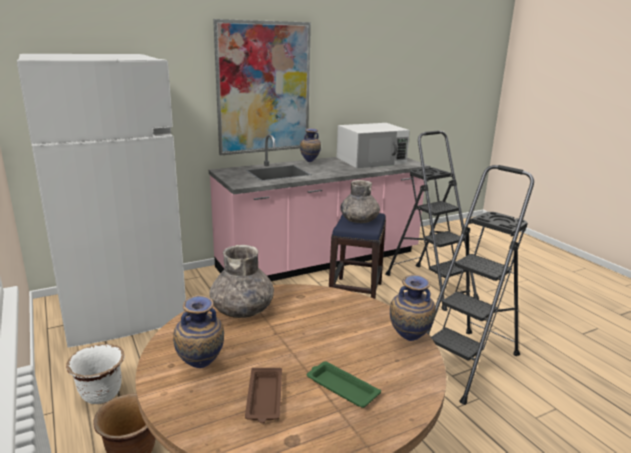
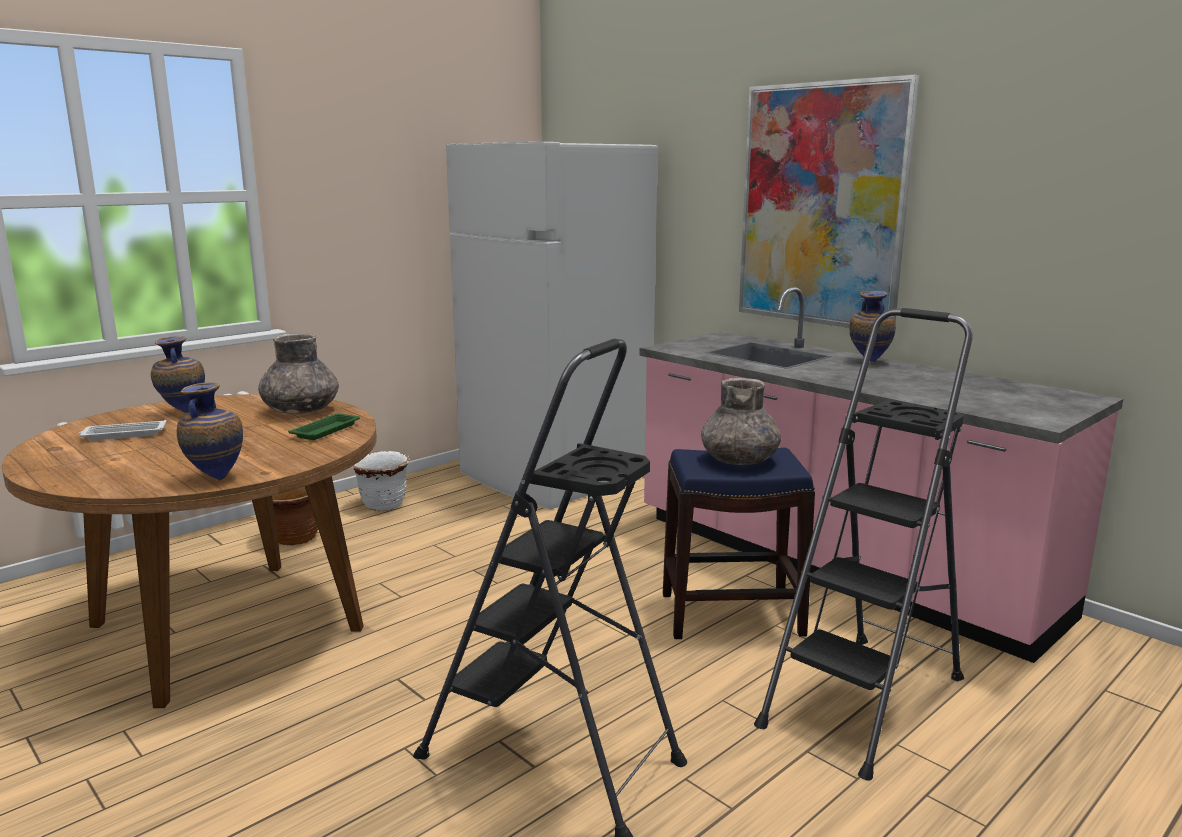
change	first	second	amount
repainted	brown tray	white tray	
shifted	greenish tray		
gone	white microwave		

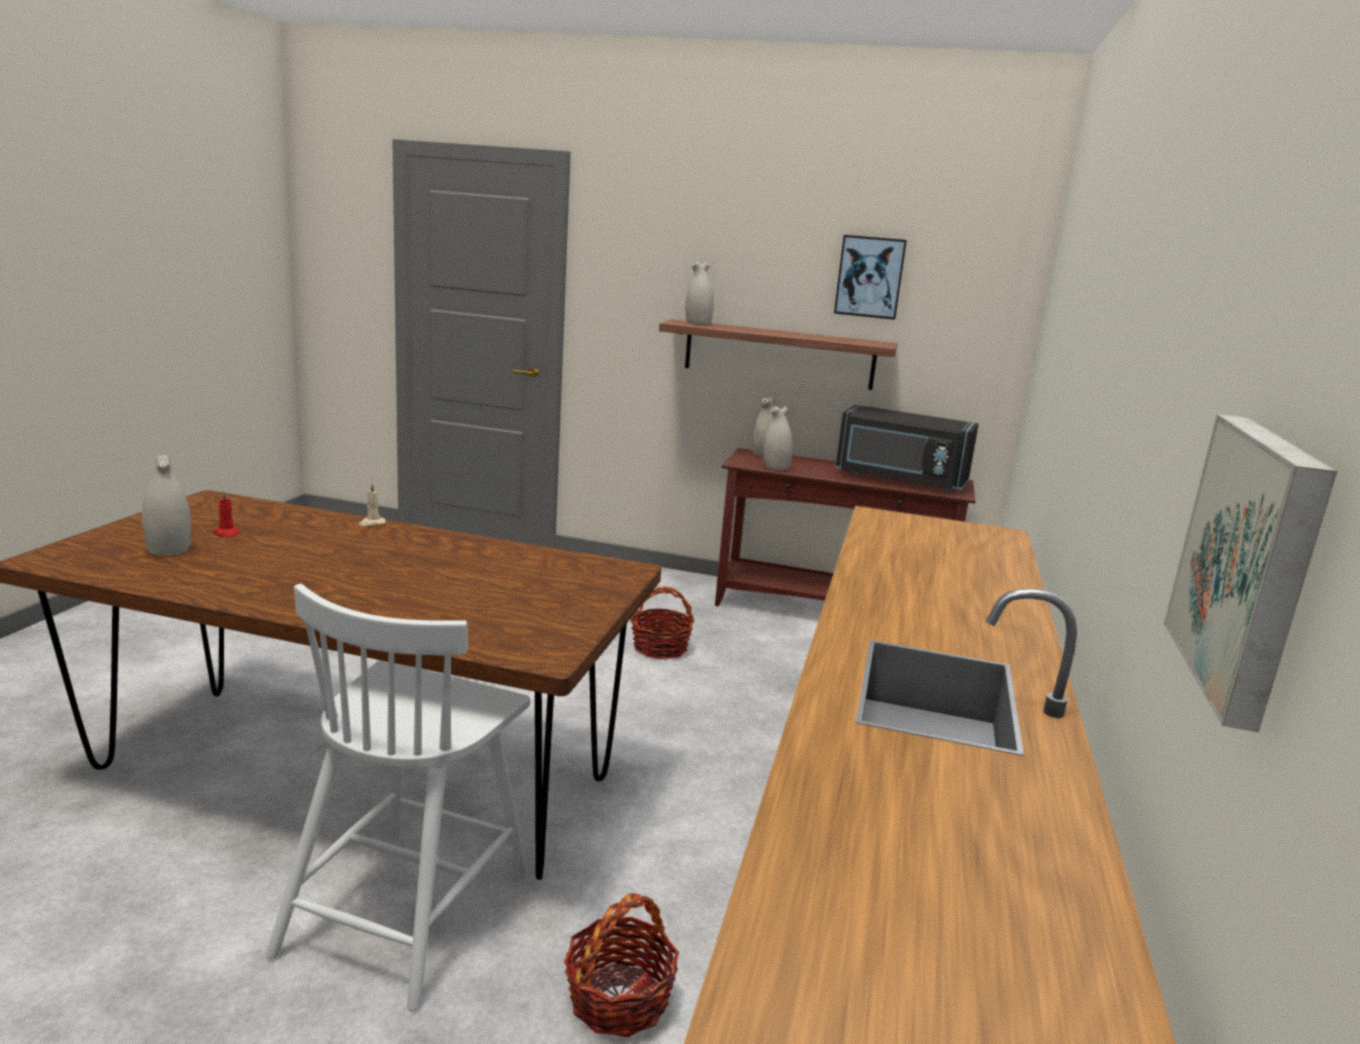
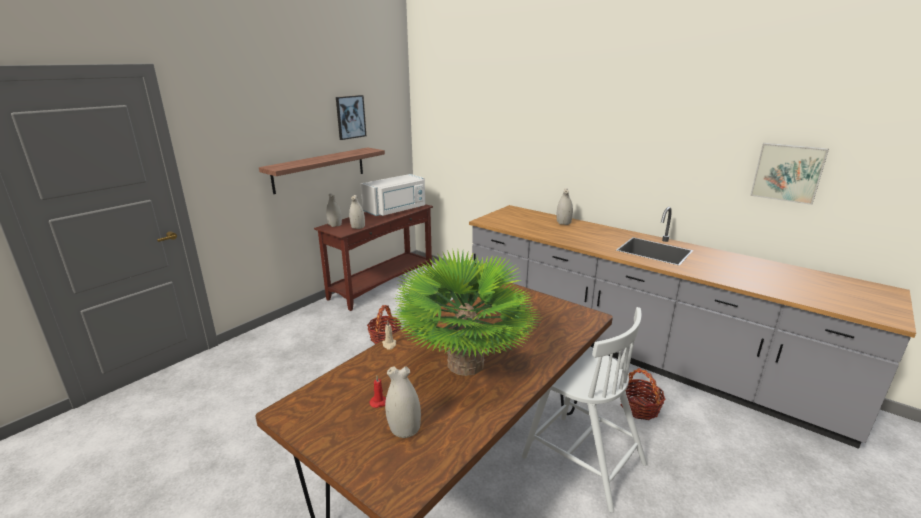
change	first	second	amount
shifted	white decorative vase (no. 2 from left in the first image)	white decorative vase (no. 4 from left)	
repainted	blackish microwave	white microwave	
new		plant in a pot	

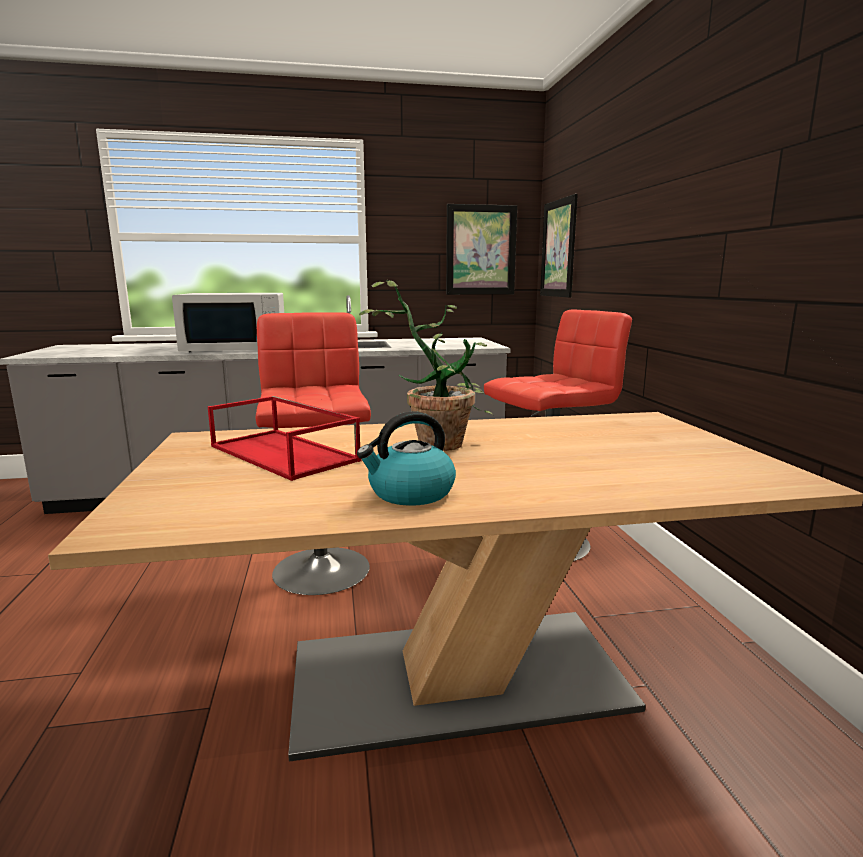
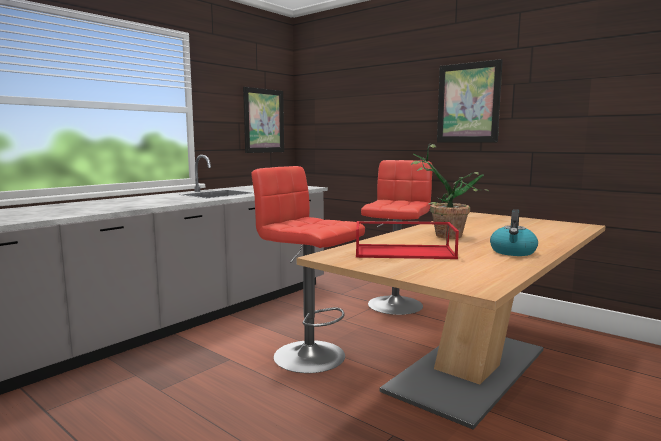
change	first	second	amount
gone	white microwave		
shifted	wall picture (no. 2 from left)		

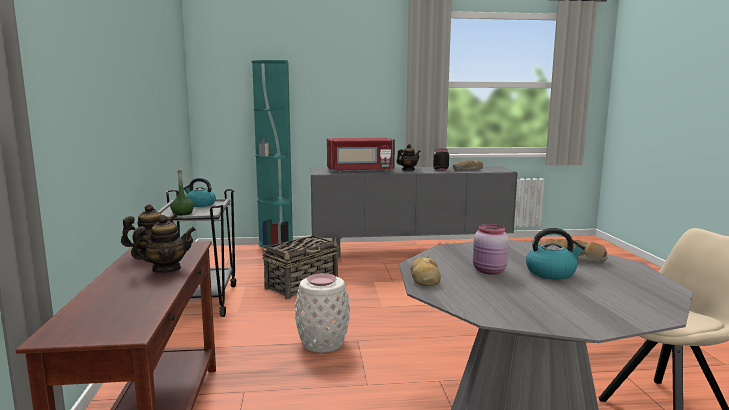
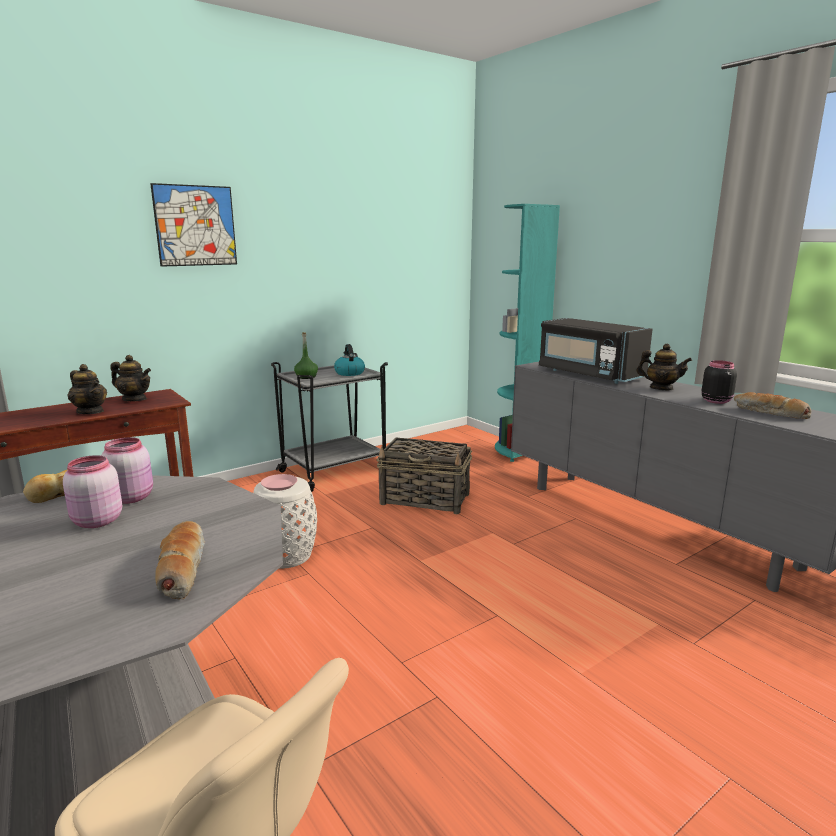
change	first	second	amount
repainted	red microwave	blackish microwave	
gone	kettle (no. 2 from left)		
new		pink-coloured jar (no. 2 from left)	
new		wall picture	

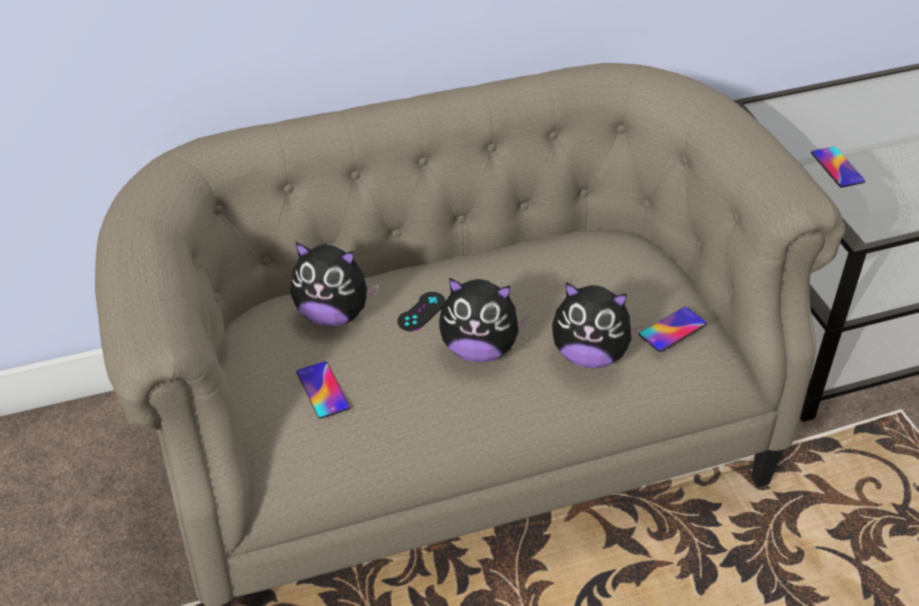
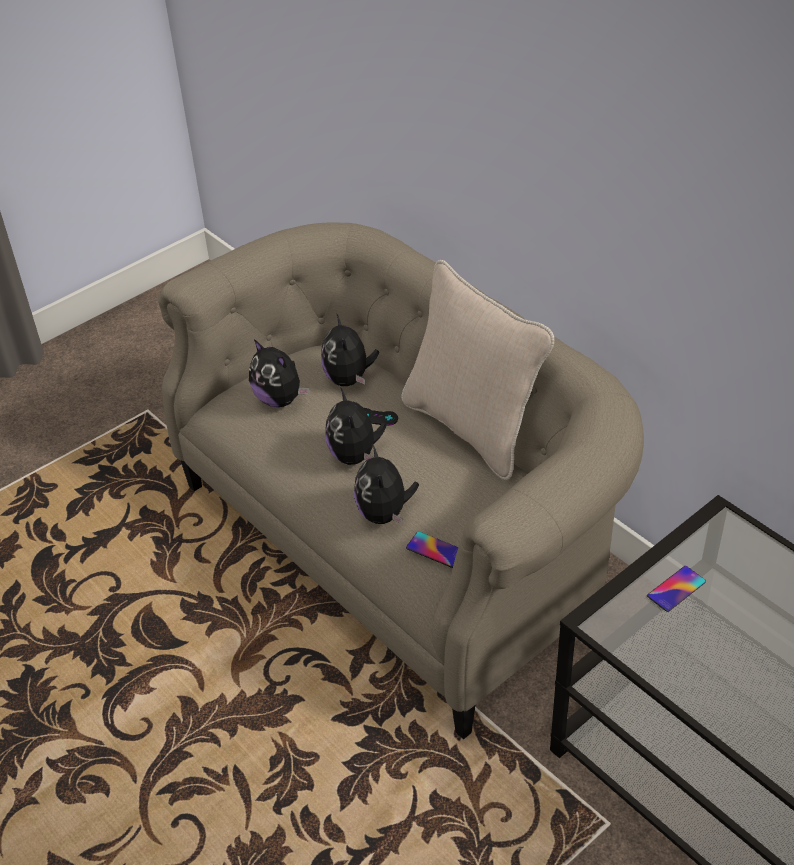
change	first	second	amount
swapped	telephone (no. 1 from left)	plush toy (no. 1 from left)	
new		beige throw pillow	

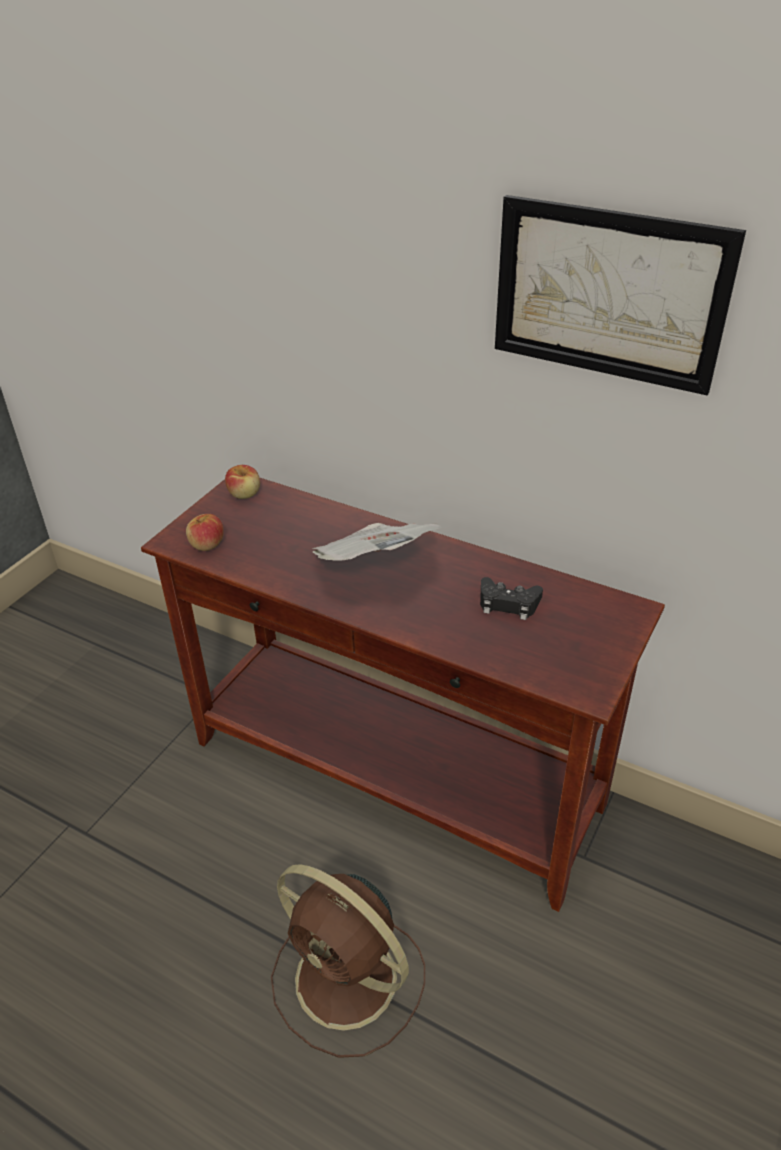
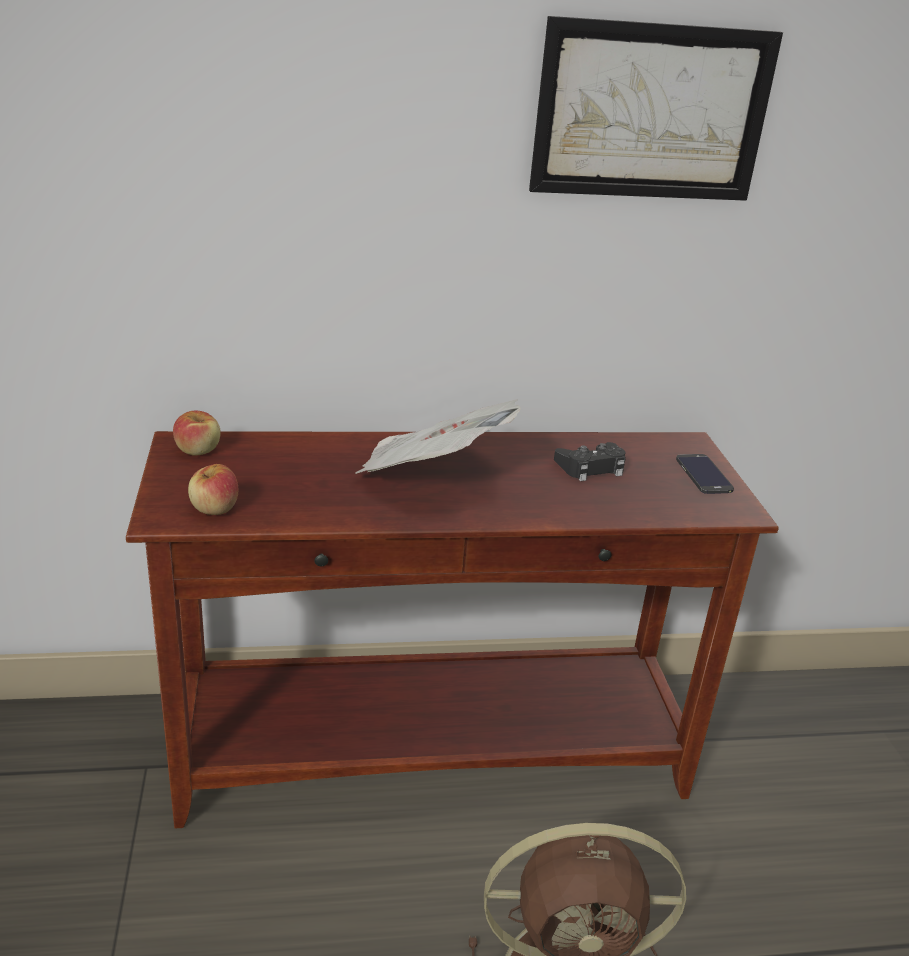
change	first	second	amount
new		telephone	

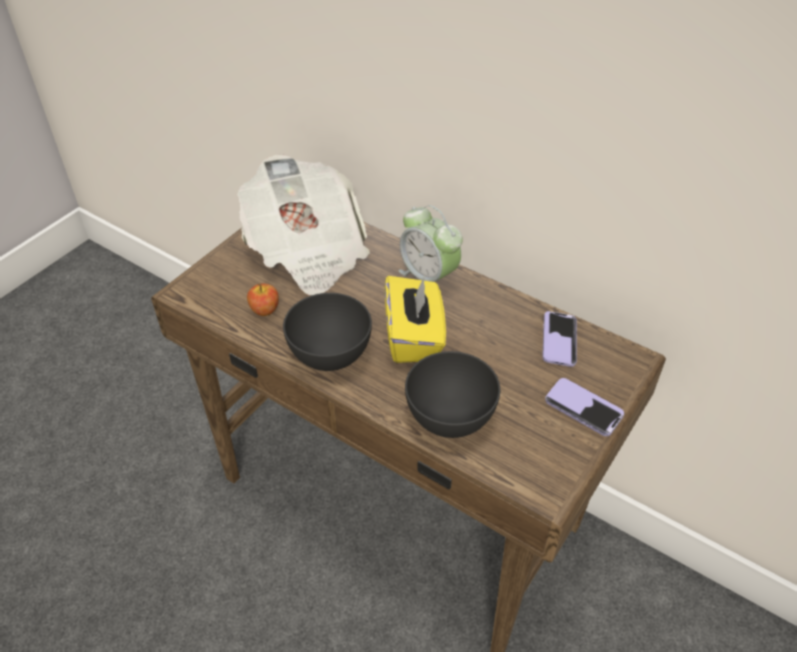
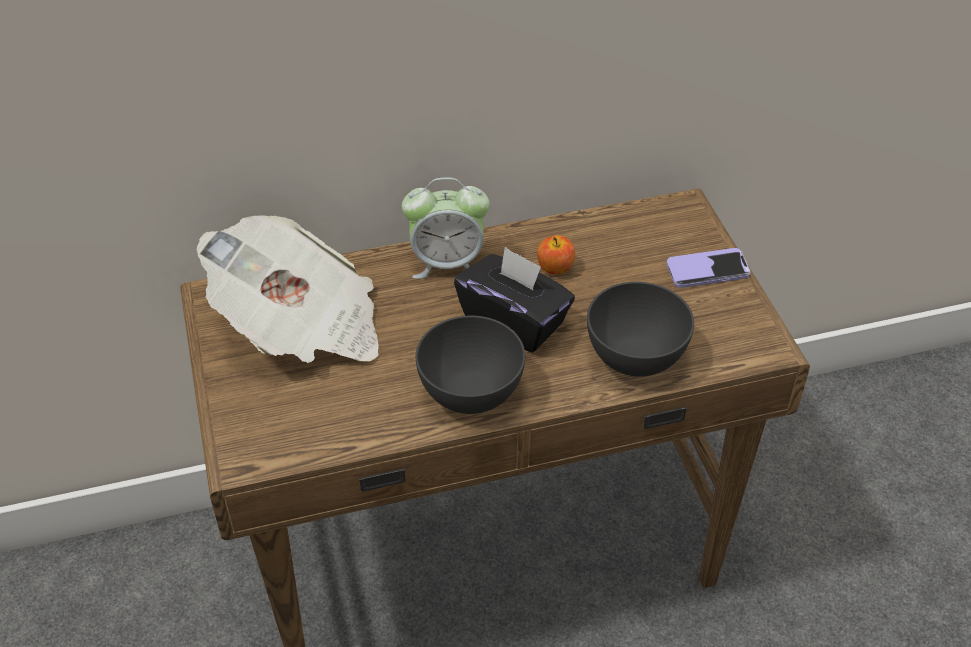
change	first	second	amount
shifted	apple fruit		
repainted	yellow-coloured tissue box	blackish tissue box	
gone	telephone (no. 1 from left)		

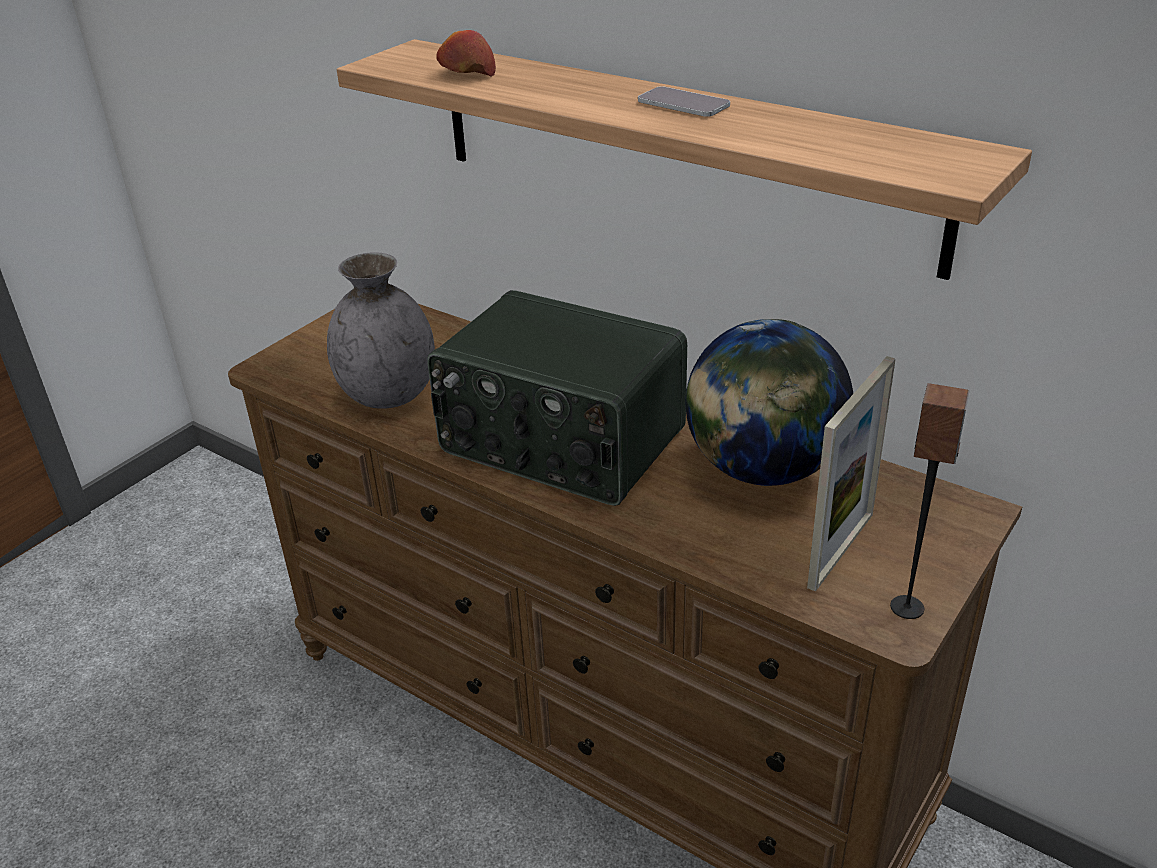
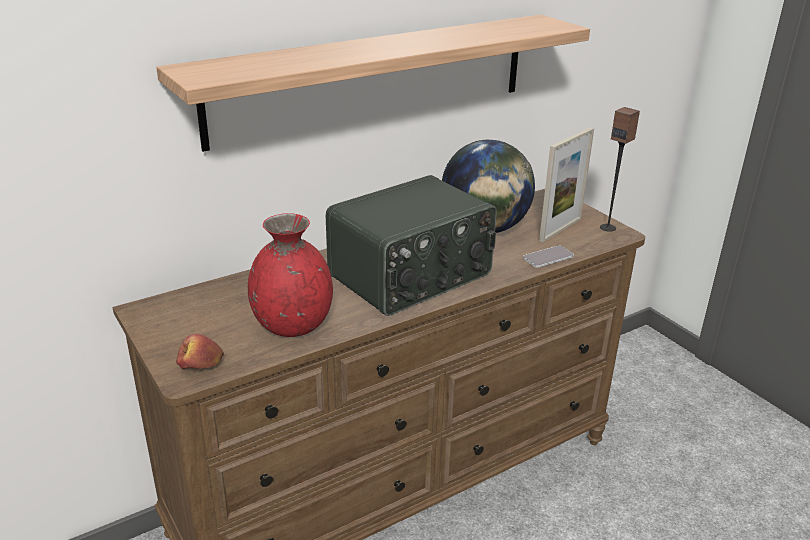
change	first	second	amount
repainted	grey decorative vase	red decorative vase	
shifted	apple fruit		
shifted	telephone		
rotated	picture frame		75 degrees clockwise

